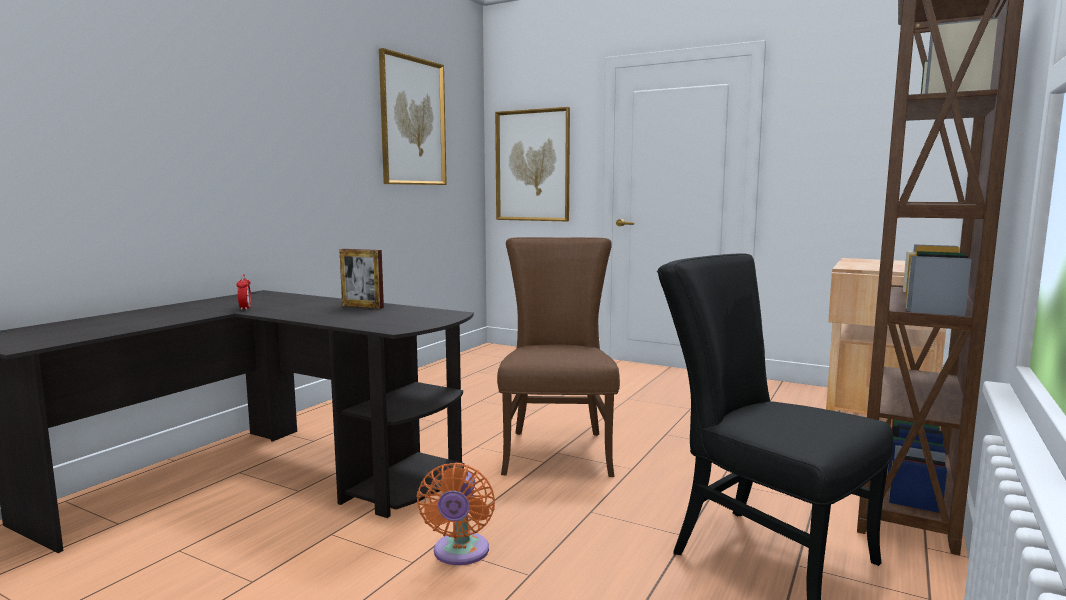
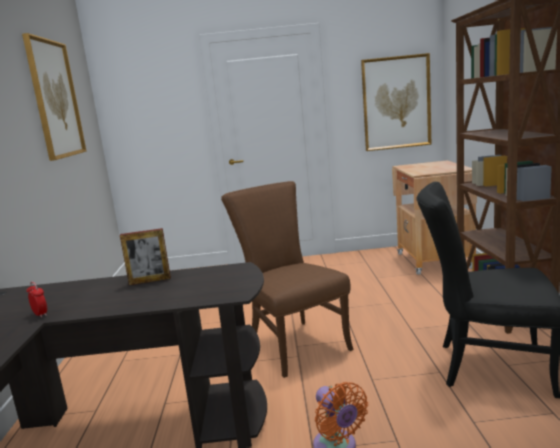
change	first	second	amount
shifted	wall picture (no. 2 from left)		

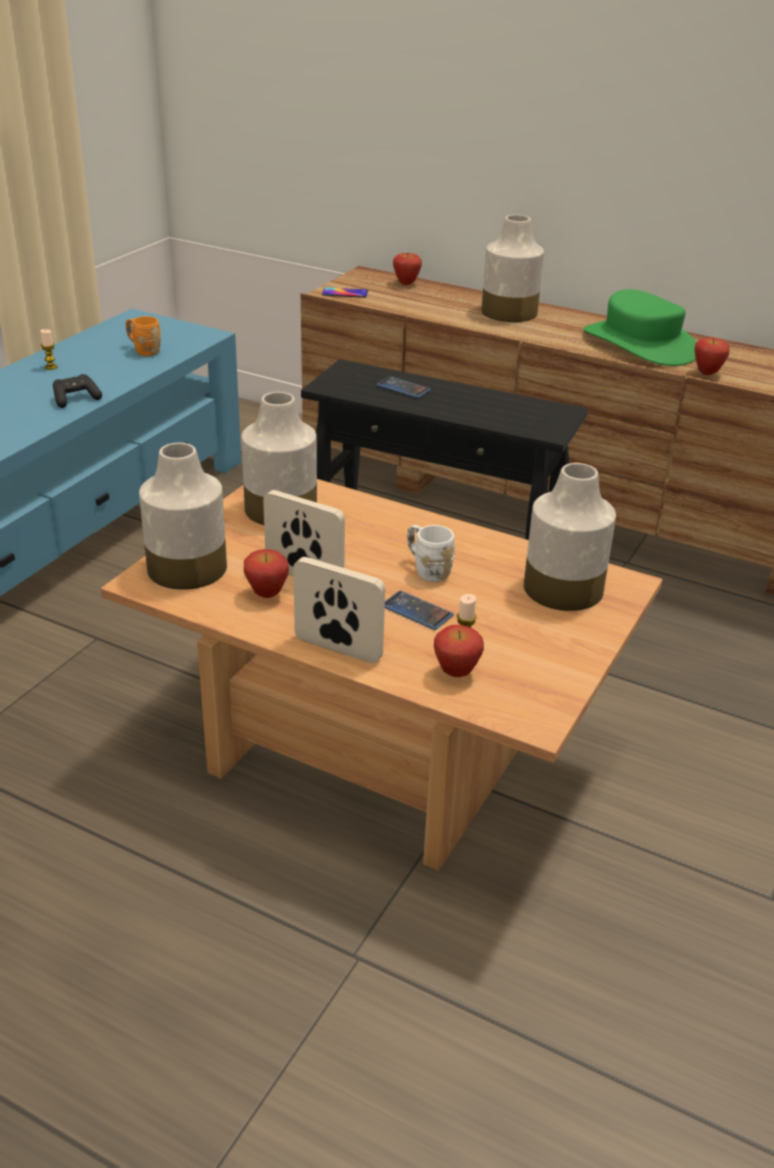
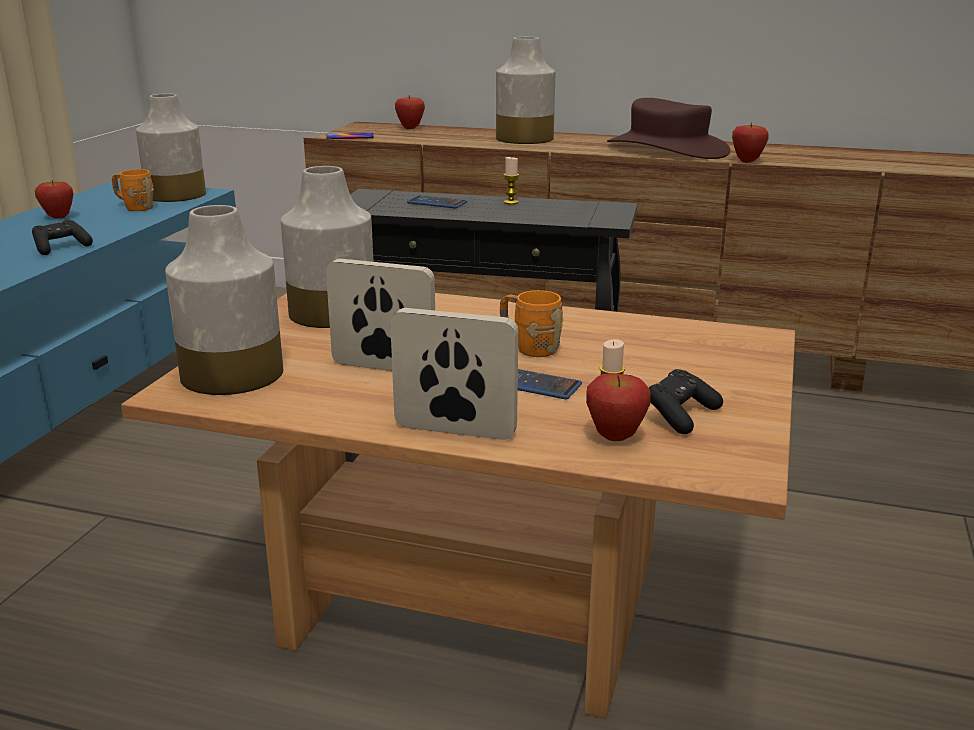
change	first	second	amount
shifted	candle (no. 1 from left)		
shifted	apple fruit (no. 1 from left)		
repainted	white tea mug	orange tea mug (no. 2 from left)	
shifted	beige decorative vase (no. 4 from left in the first image)	beige decorative vase (no. 1 from left)	
repainted	greenish wearable hat	brown wearable hat	
new		blackish game controller (no. 2 from left)	

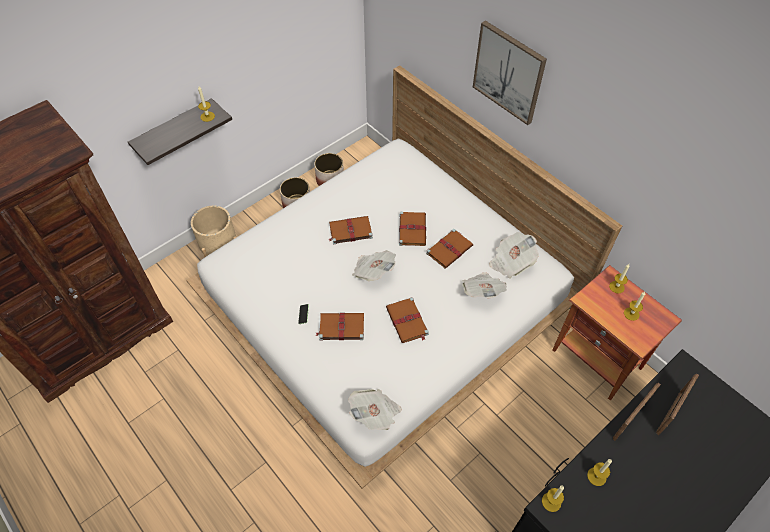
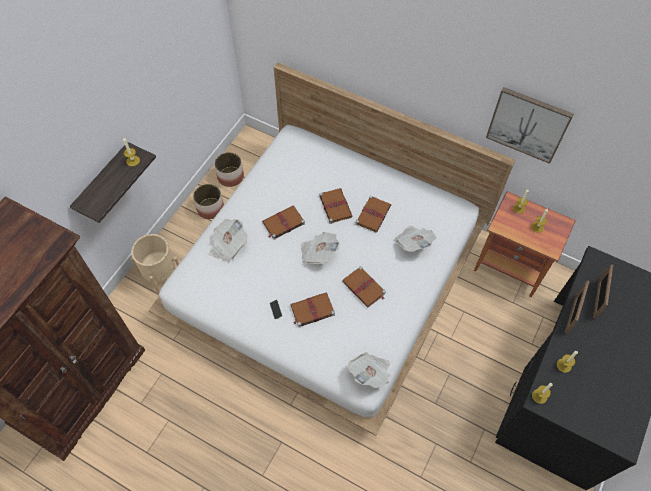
change	first	second	amount
shifted	wall picture		
shifted	daily paper (no. 4 from left in the first image)	daily paper (no. 1 from left)	

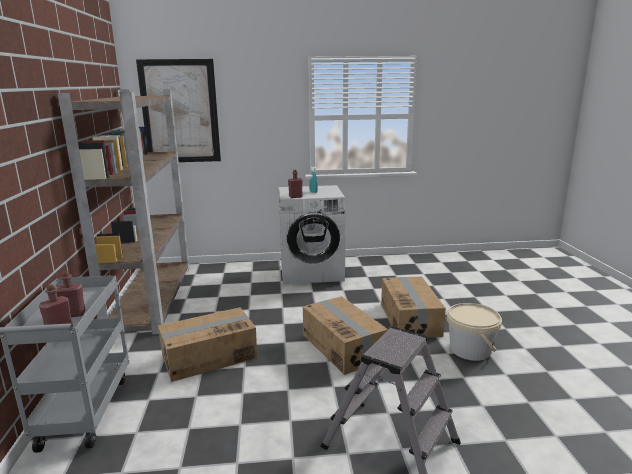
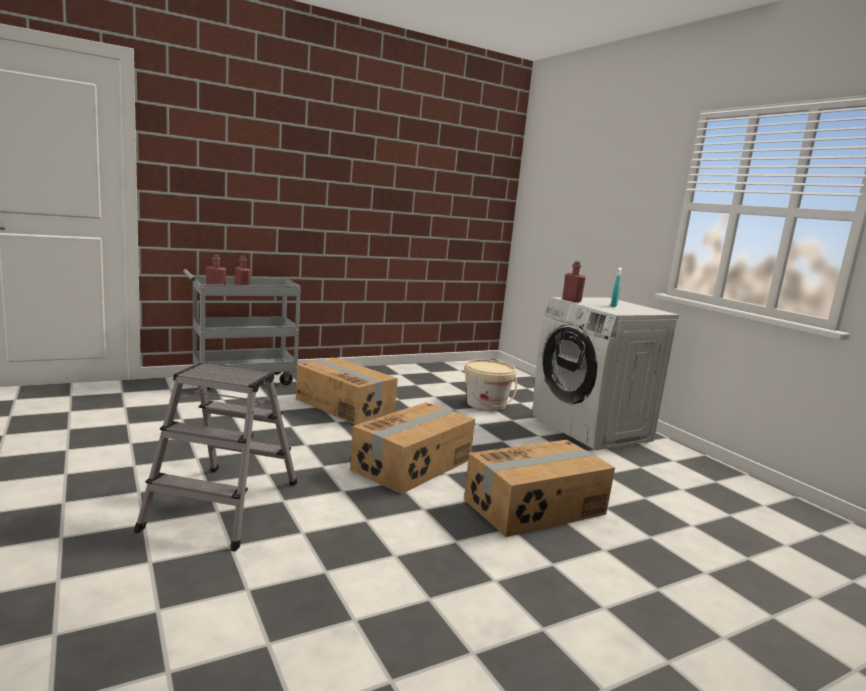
change	first	second	amount
gone	brown bookshelf		
gone	wall picture		
shifted	beige water bucket		

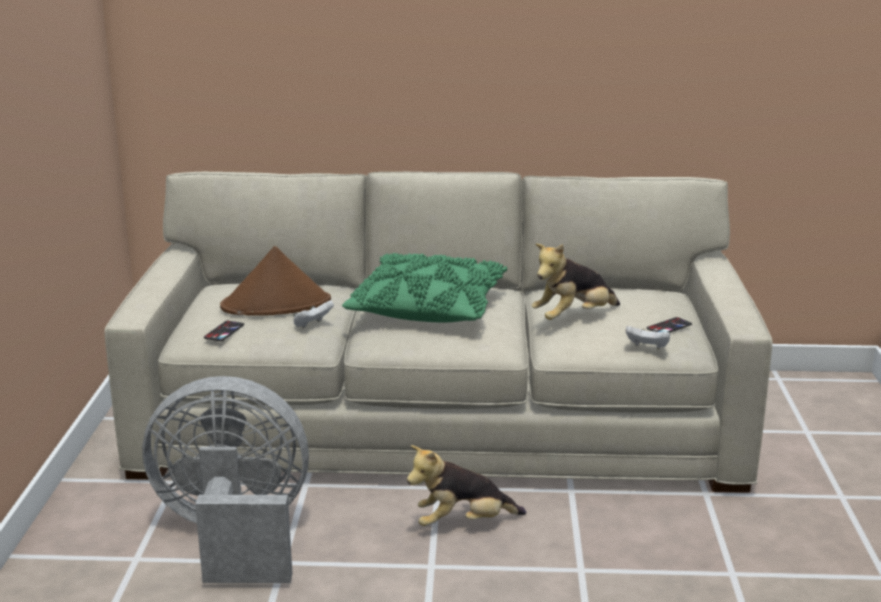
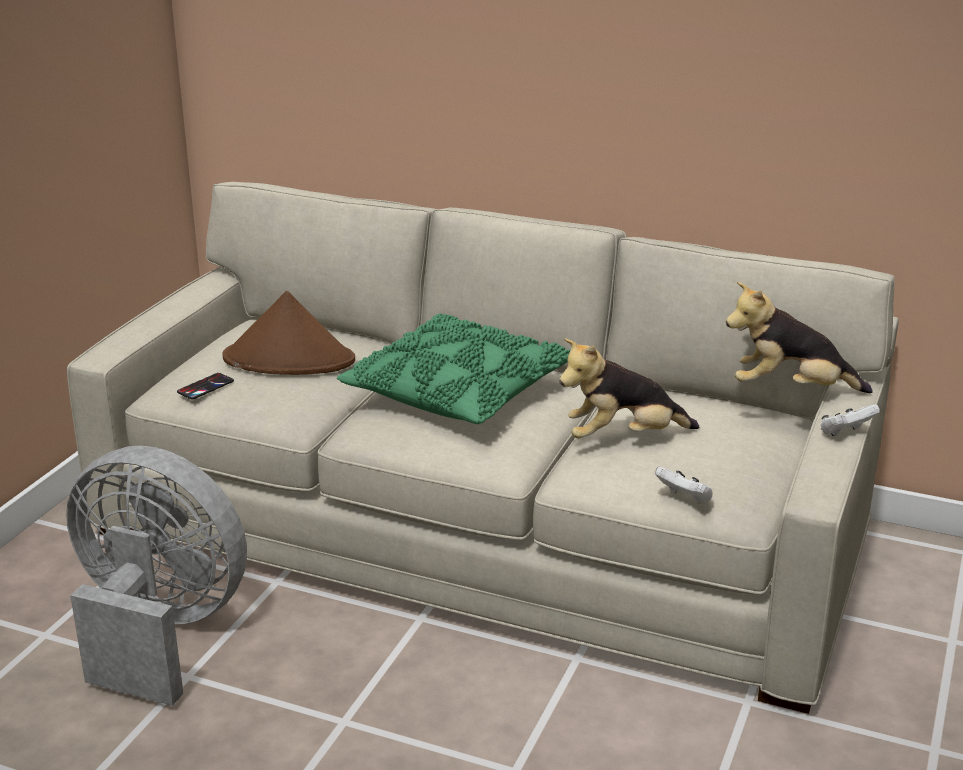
change	first	second	amount
shifted	white game controller (no. 1 from left in the first image)	white game controller (no. 2 from left)	
shifted	plush toy (no. 1 from left in the first image)	plush toy (no. 2 from left)	
gone	telephone (no. 2 from left)		

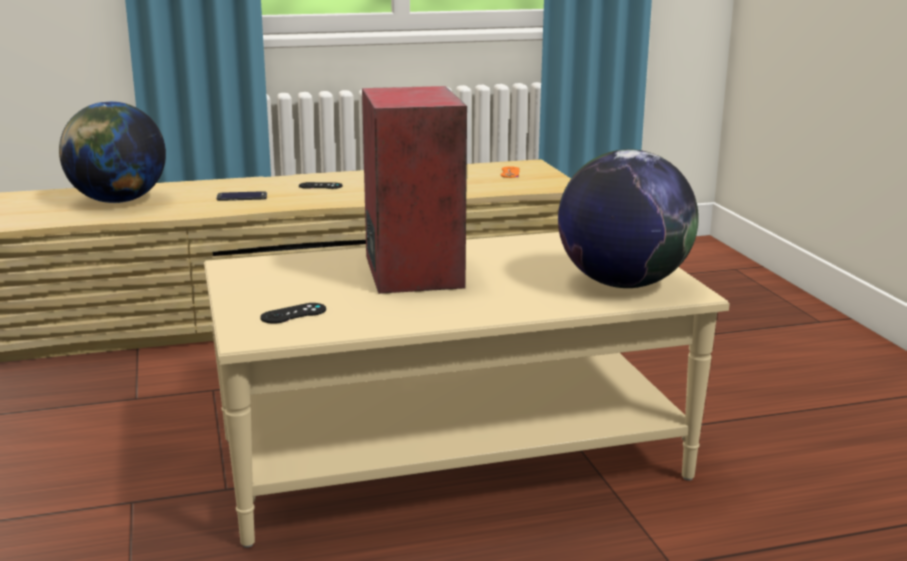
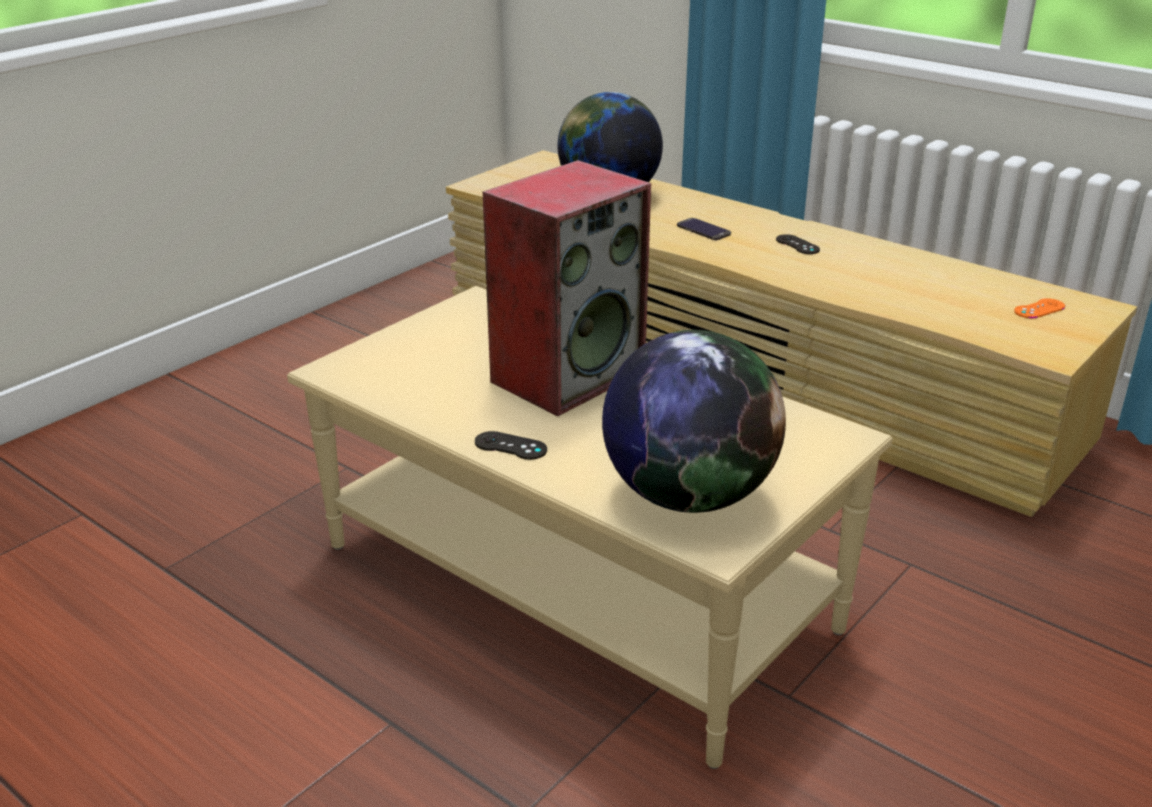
change	first	second	amount
shifted	blackish game controller (no. 1 from left)		

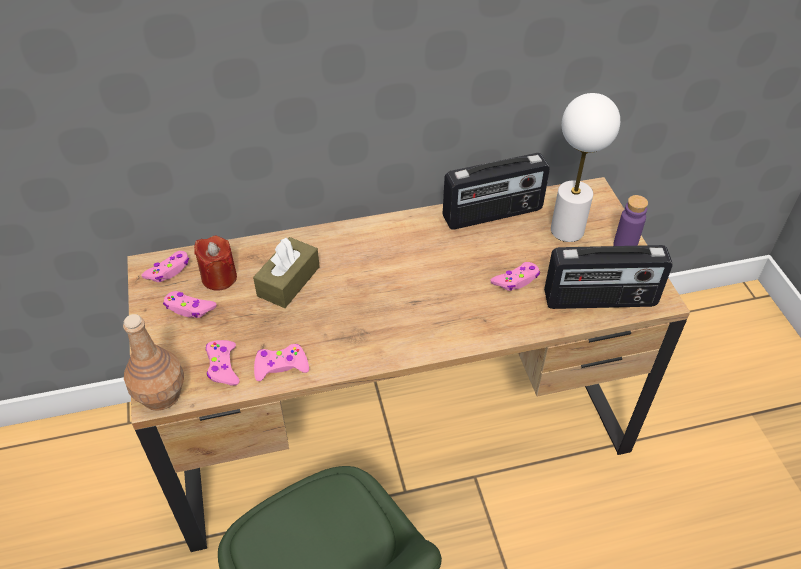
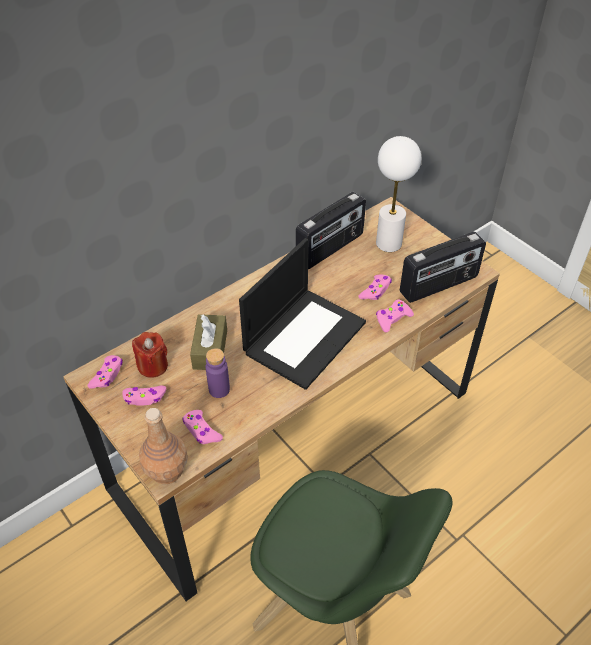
change	first	second	amount
shifted	pink-coloured game controller (no. 4 from left in the first image)	pink-coloured game controller (no. 5 from left)	
shifted	purple beverage bottle		
new		portable computer	

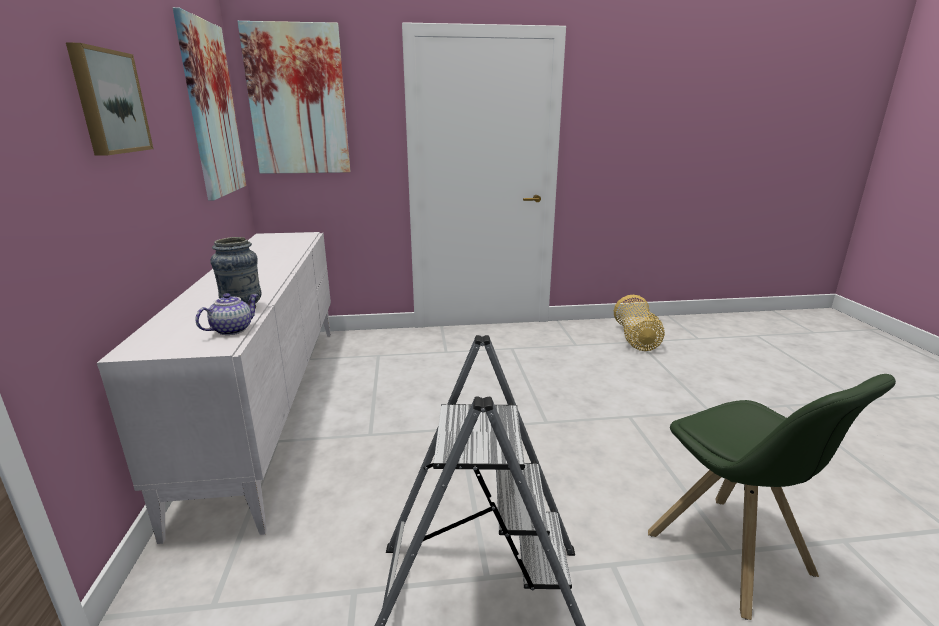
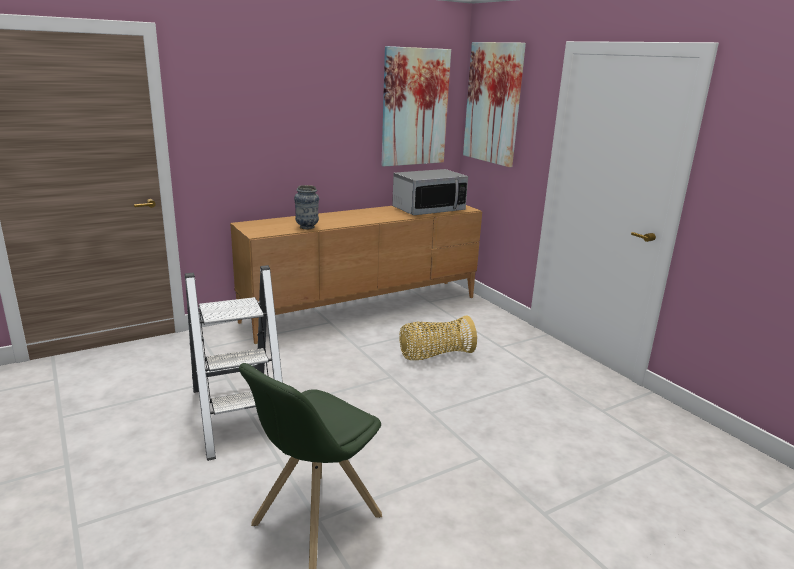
change	first	second	amount
gone	wall picture (no. 1 from left)		
repainted	white storage cabinet	brown storage cabinet	
gone	teapot		
shifted	storage basket		
new		microwave	

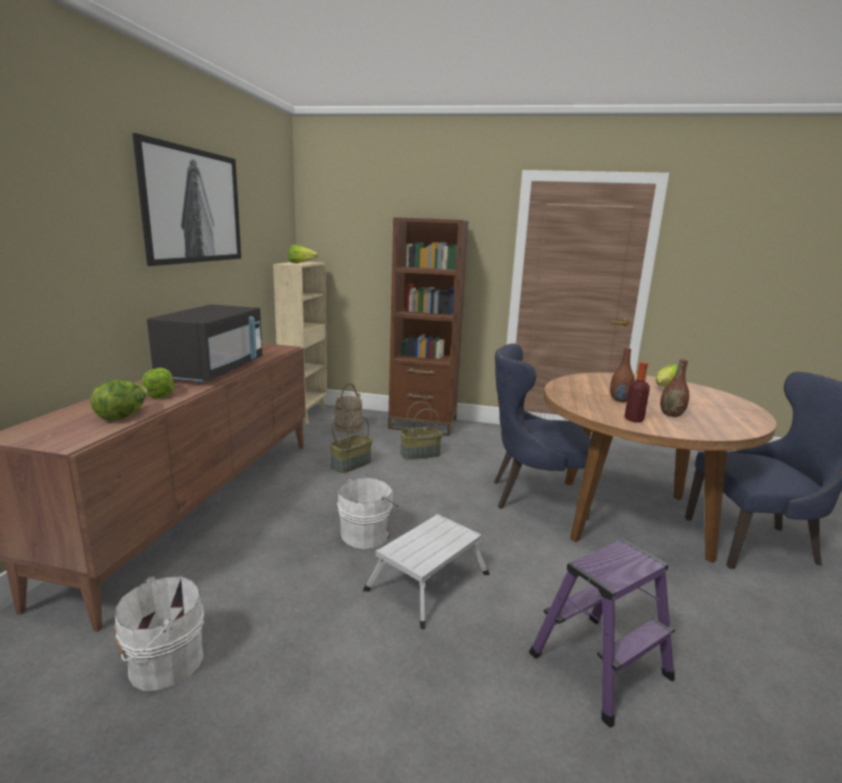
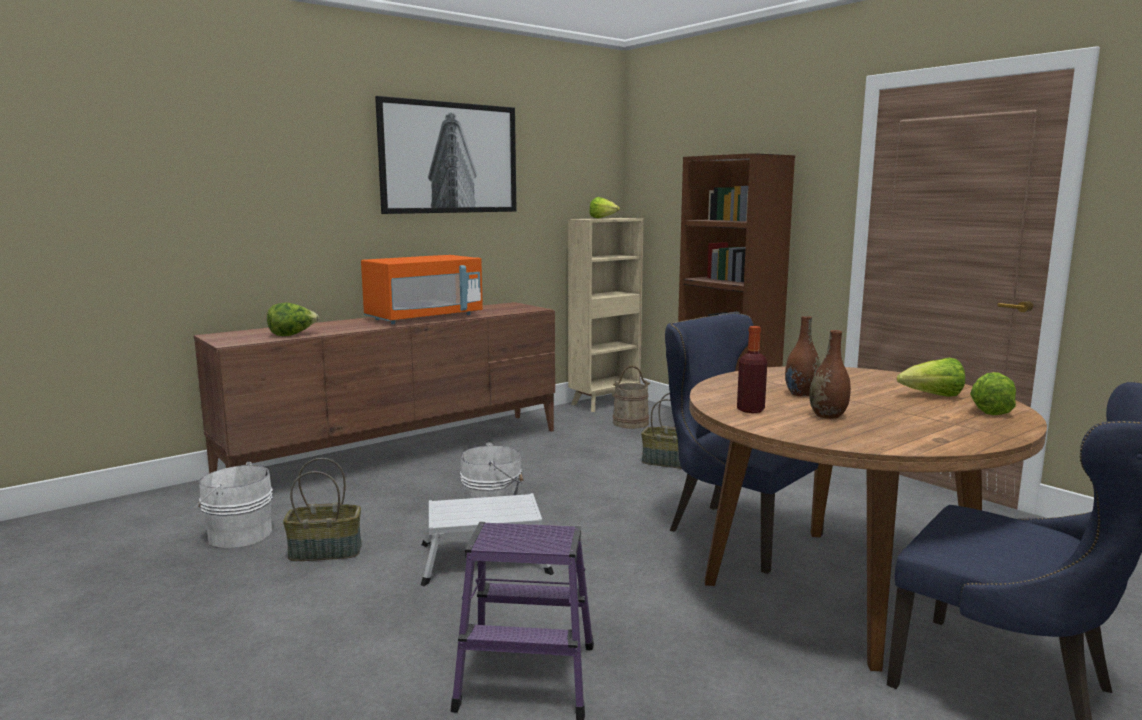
change	first	second	amount
shifted	head of lettuce (no. 2 from left in the first image)	head of lettuce (no. 4 from left)	
repainted	blackish microwave	orange microwave	
shifted	storage basket (no. 1 from left)		

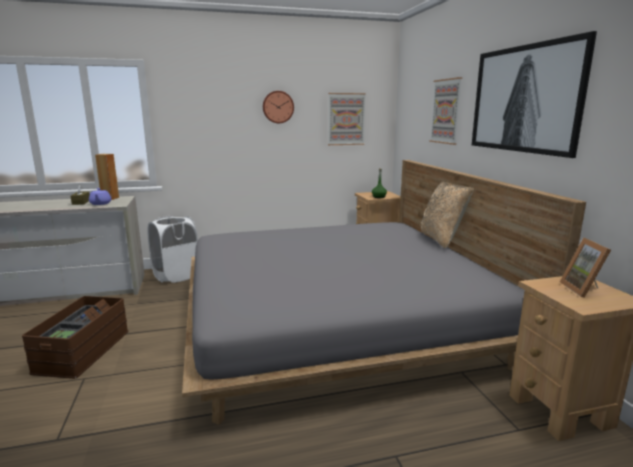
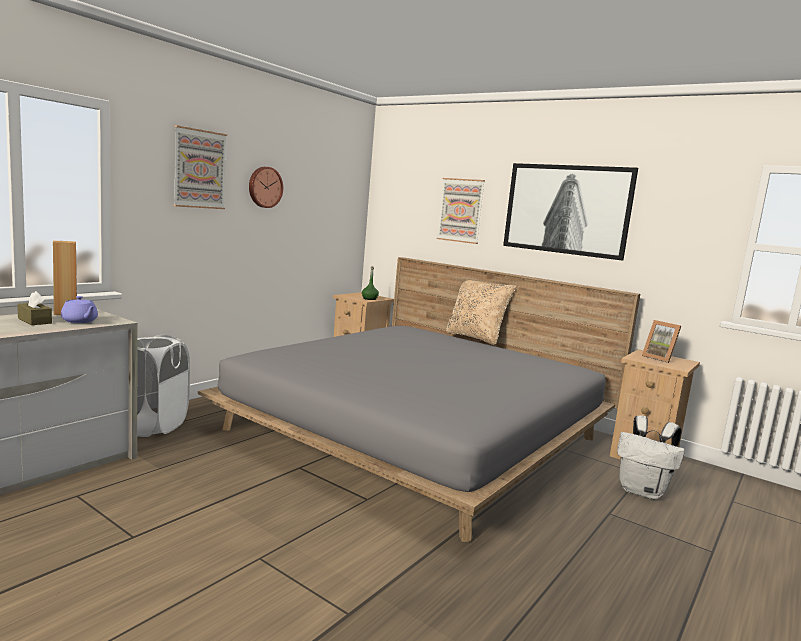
change	first	second	amount
gone	brown storage box		
shifted	wall picture (no. 1 from left)		
new		white backpack	

